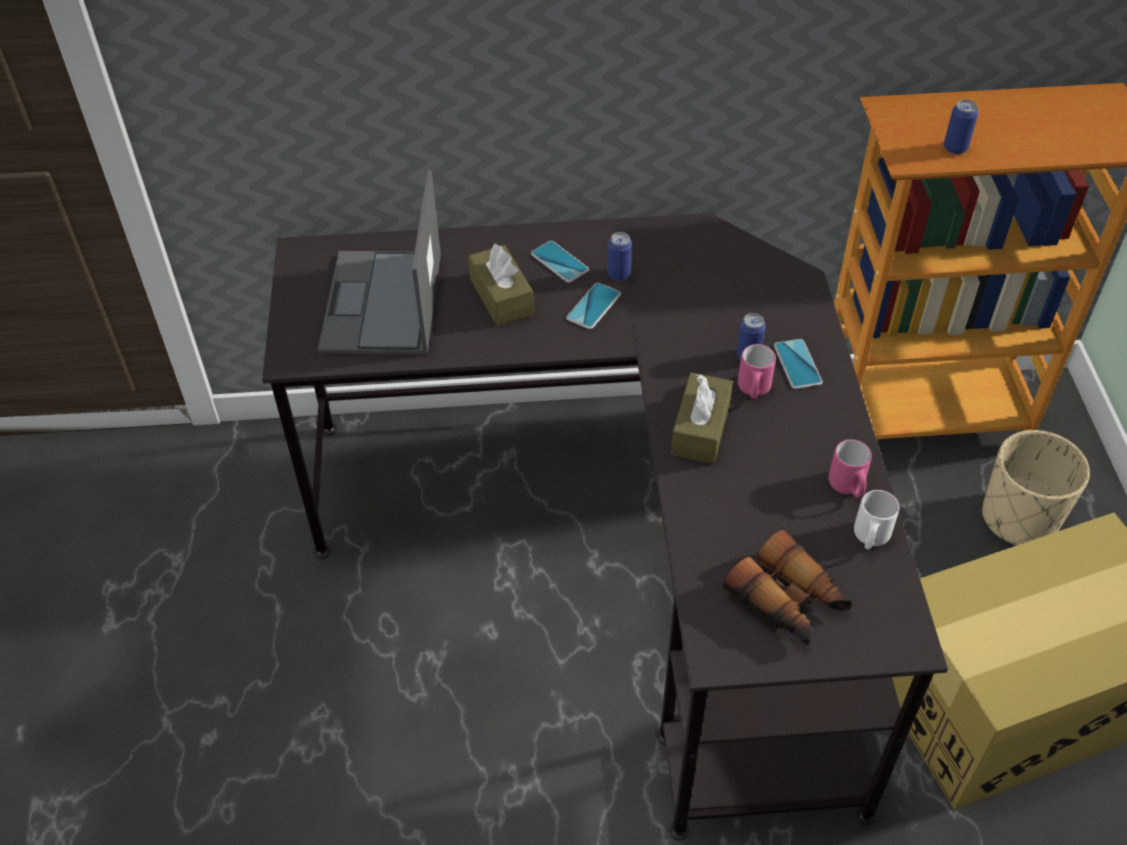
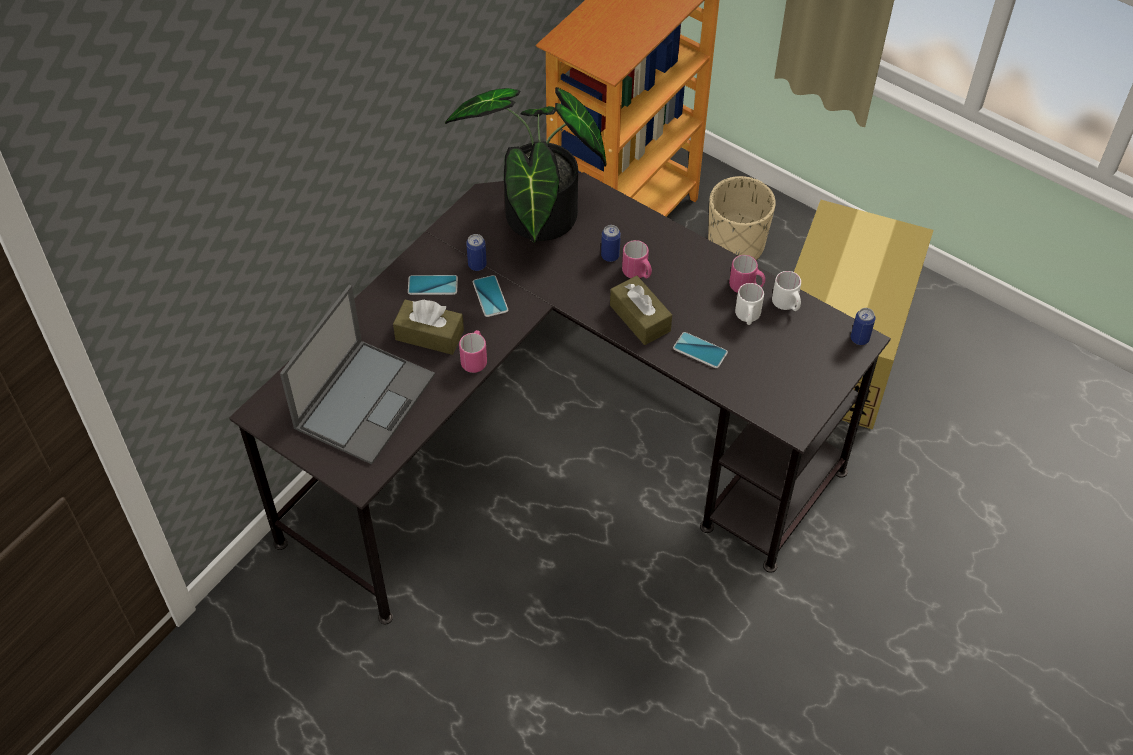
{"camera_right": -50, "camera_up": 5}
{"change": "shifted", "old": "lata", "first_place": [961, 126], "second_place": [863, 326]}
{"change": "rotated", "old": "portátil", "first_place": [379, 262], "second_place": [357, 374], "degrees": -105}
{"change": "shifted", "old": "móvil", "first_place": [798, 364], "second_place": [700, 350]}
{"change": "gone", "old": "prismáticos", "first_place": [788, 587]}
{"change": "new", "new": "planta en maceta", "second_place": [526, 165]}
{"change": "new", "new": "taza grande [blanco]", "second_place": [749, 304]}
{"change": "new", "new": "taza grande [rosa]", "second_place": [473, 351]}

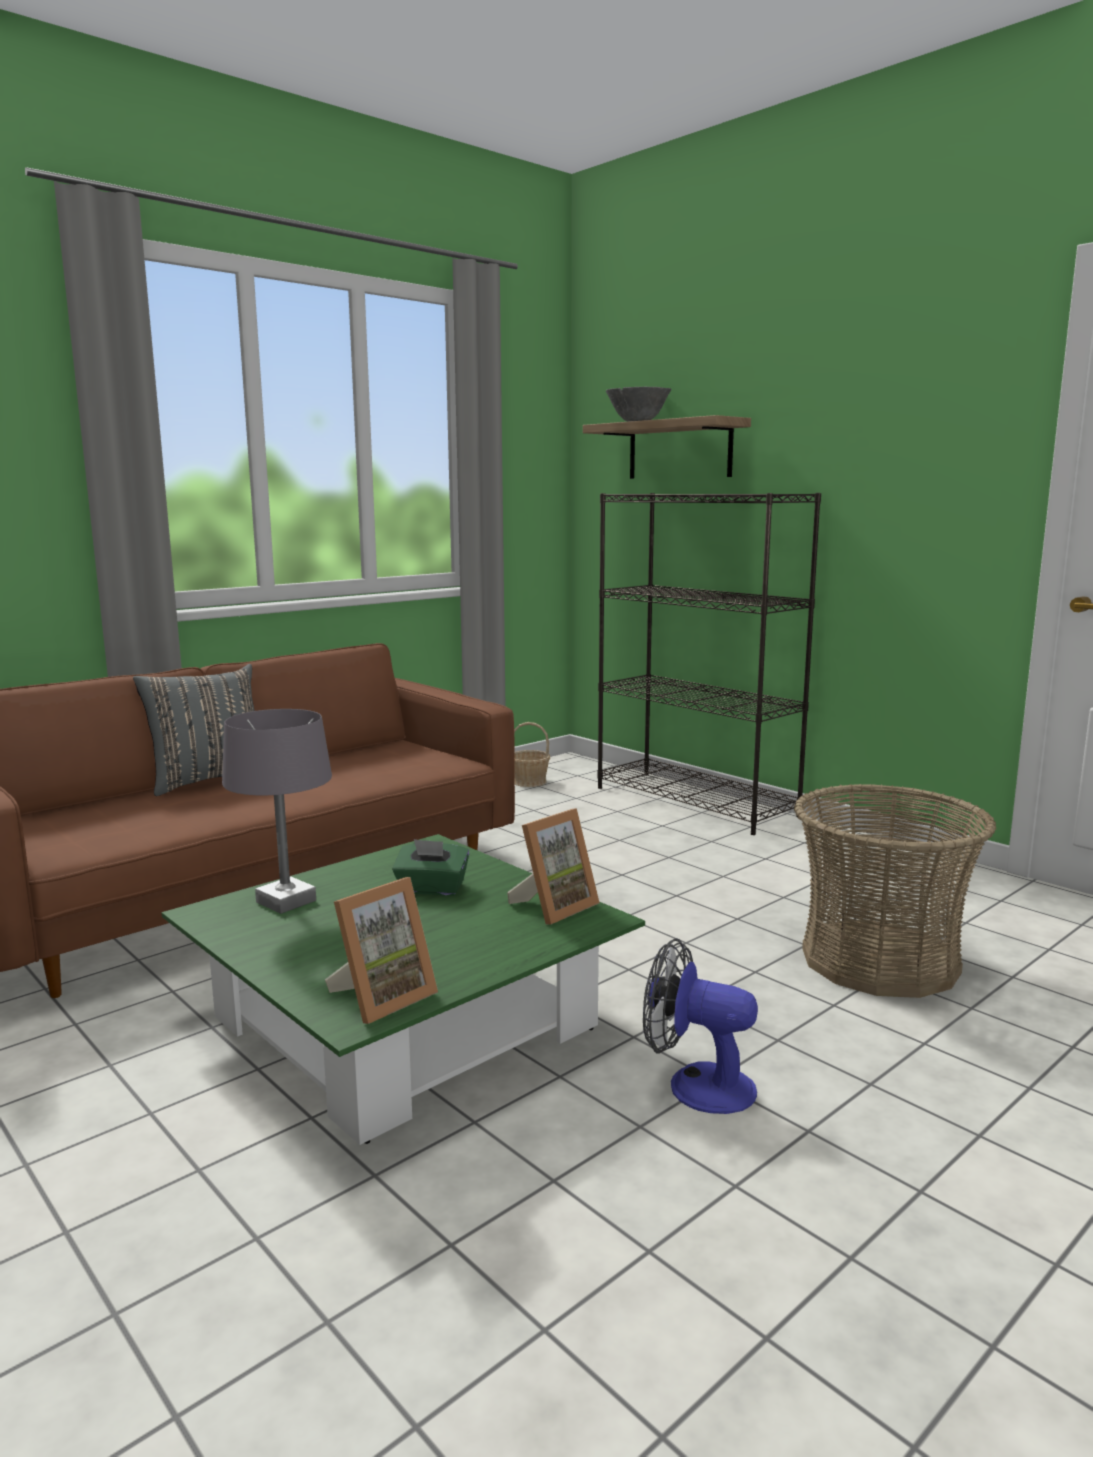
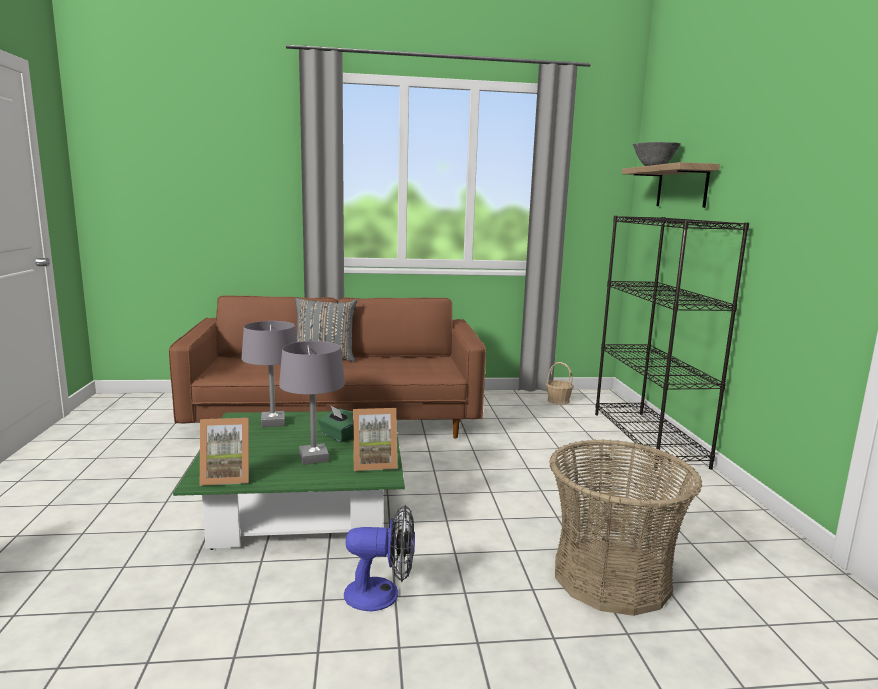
{"camera_right": 35, "camera_up": 0}
{"change": "rotated", "old": "ventilador", "first_place": [700, 1026], "second_place": [379, 558], "degrees": 120}
{"change": "new", "new": "lámpara de mesa [gris]", "second_place": [312, 403]}

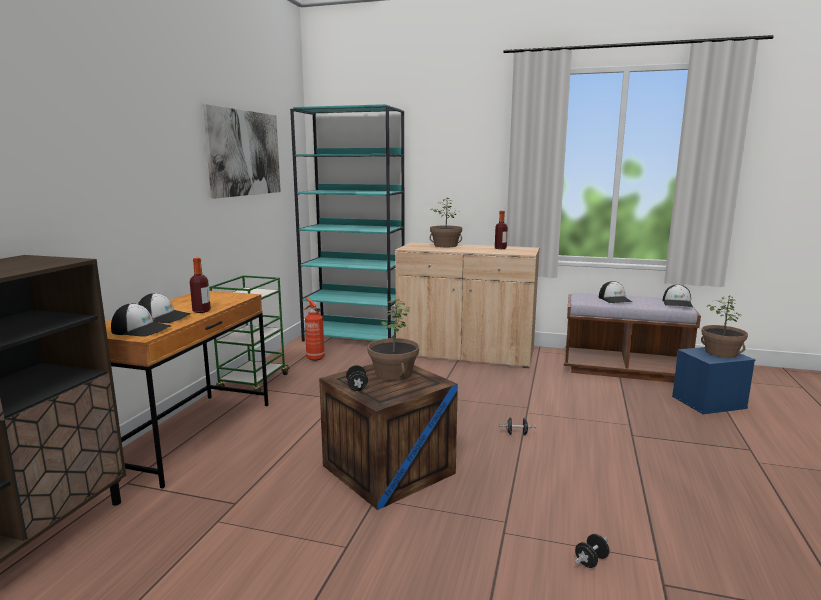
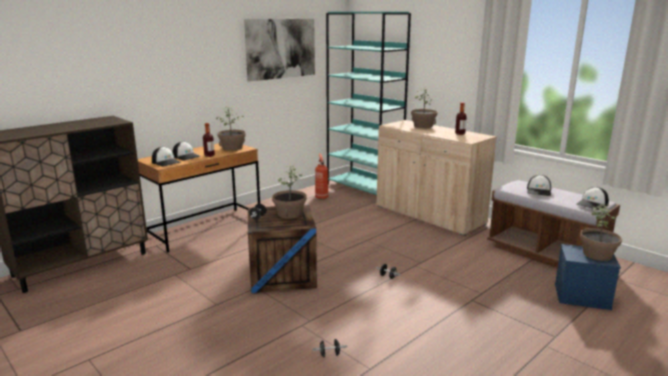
{"camera_right": 30, "camera_up": 5}
{"change": "gone", "old": "carrito [verde]", "first_place": [249, 333]}
{"change": "new", "new": "planta en maceta", "second_place": [231, 129]}

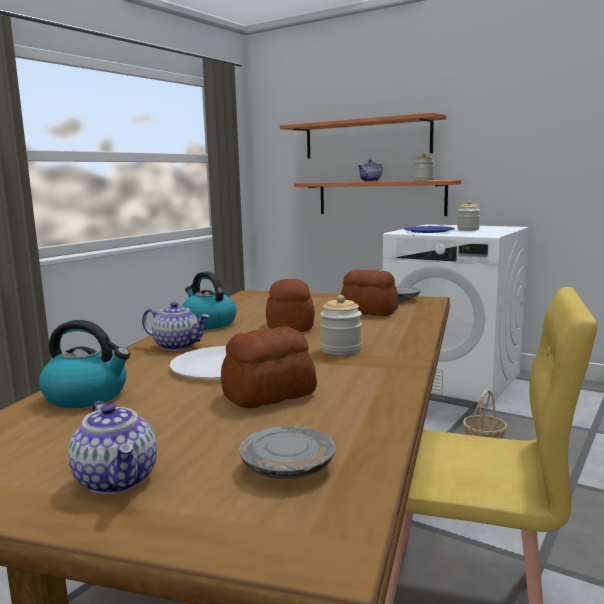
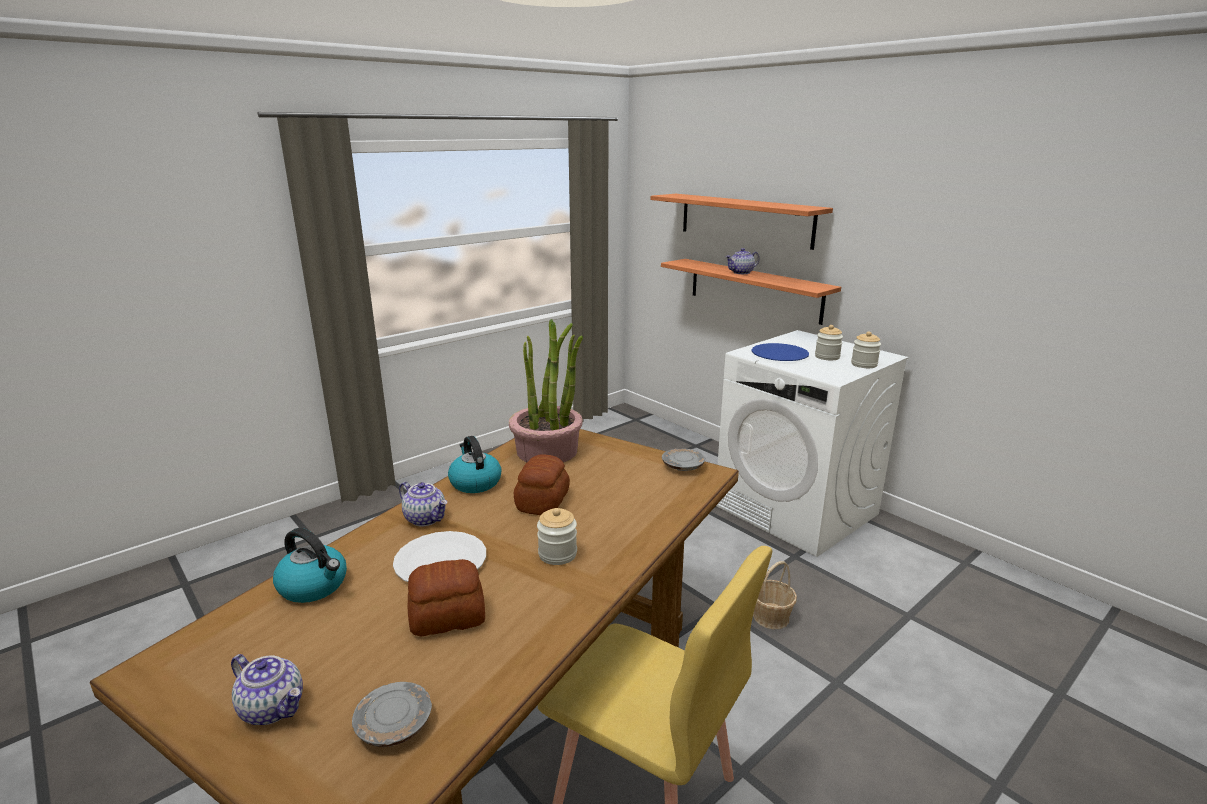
{"camera_right": 15, "camera_up": 10}
{"change": "shifted", "old": "tarro", "first_place": [424, 167], "second_place": [866, 349]}
{"change": "gone", "old": "pan", "first_place": [369, 293]}
{"change": "rotated", "old": "tetera", "first_place": [112, 447], "second_place": [267, 689], "degrees": -45}
{"change": "new", "new": "planta en maceta", "second_place": [546, 390]}

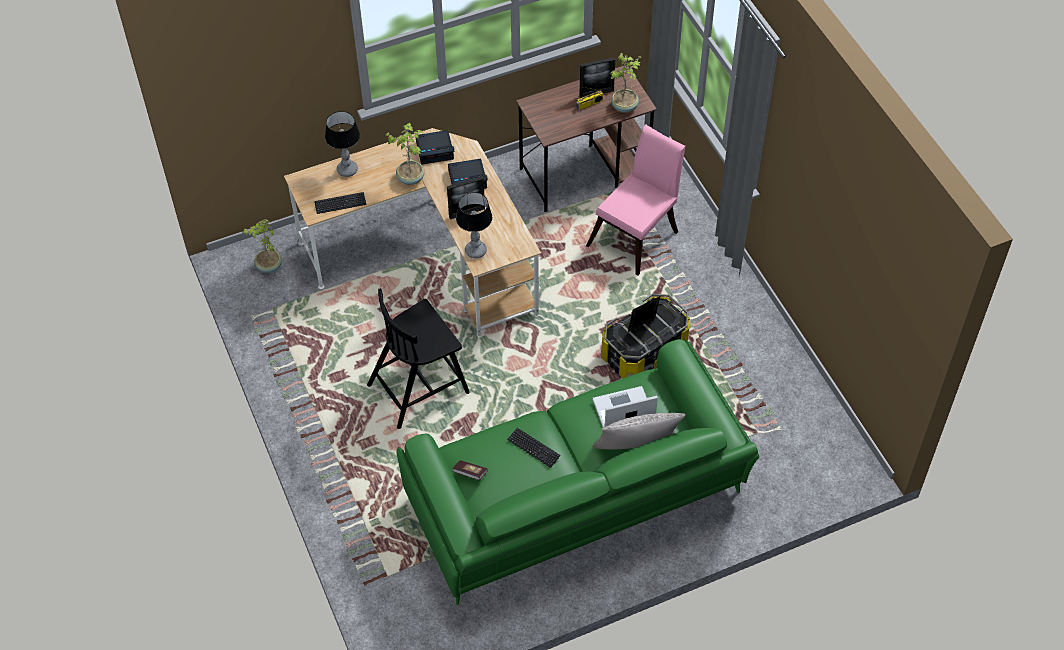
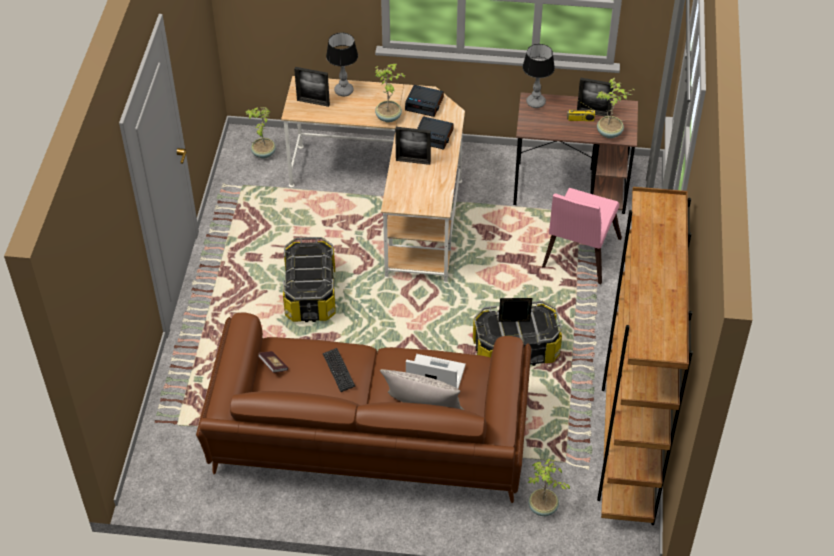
{"camera_right": 30, "camera_up": -5}
{"change": "rotated", "old": "silla [rosa]", "first_place": [635, 200], "second_place": [582, 236], "degrees": 135}
{"change": "gone", "old": "teclado", "first_place": [340, 203]}
{"change": "shifted", "old": "lámpara de mesa", "first_place": [474, 225], "second_place": [538, 76]}
{"change": "swapped", "old": "silla [negro]", "new": "caja de almacenaje", "first_place": [418, 358], "second_place": [309, 279]}
{"change": "repainted", "old": "sofá [verde]", "new": "sofá [marrón]", "first_place": [578, 472], "second_place": [363, 408]}
{"change": "new", "new": "portarretratos", "second_place": [312, 87]}
{"change": "new", "new": "estantería [marrón]", "second_place": [645, 356]}
{"change": "new", "new": "planta en maceta", "second_place": [549, 487]}

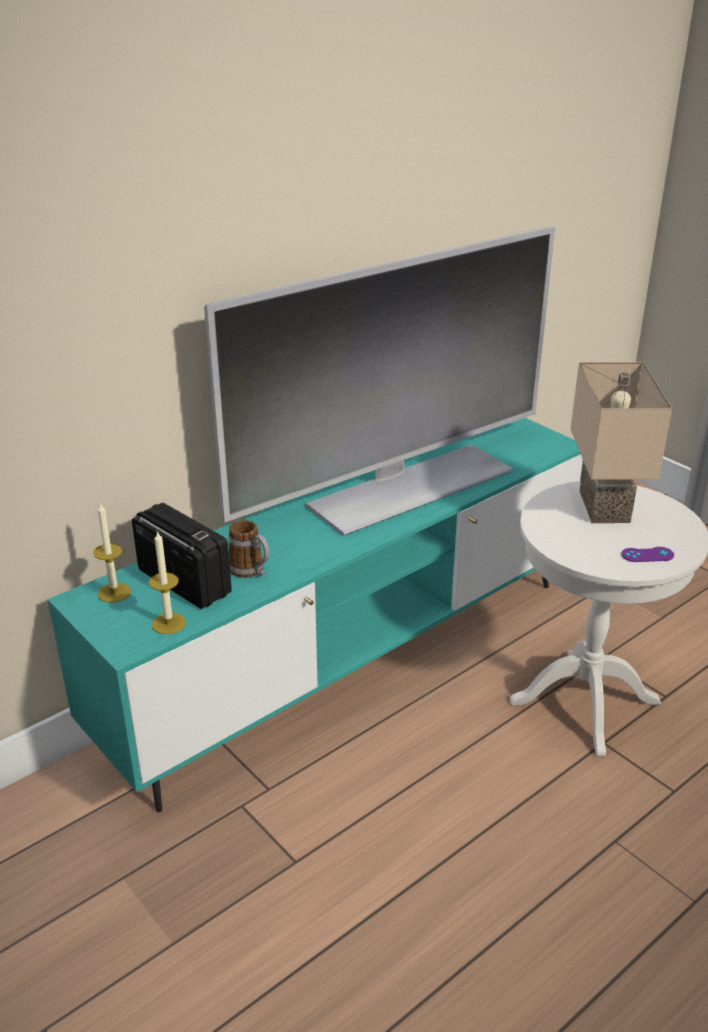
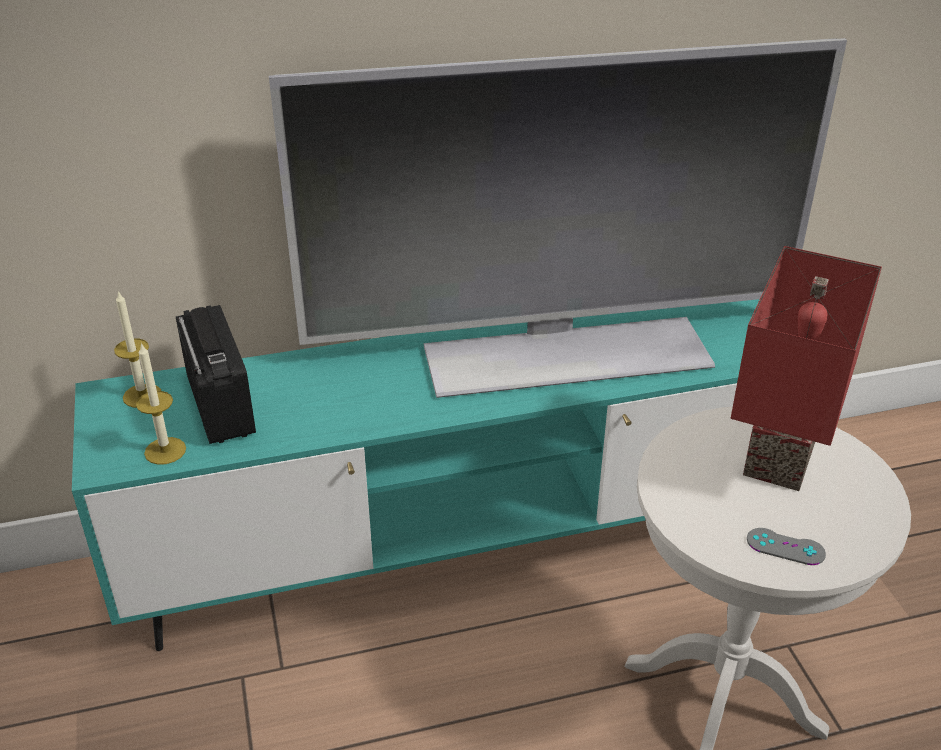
{"camera_right": 25, "camera_up": 5}
{"change": "repainted", "old": "lámpara de mesa [beis]", "new": "lámpara de mesa [rojo]", "first_place": [621, 442], "second_place": [806, 368]}
{"change": "gone", "old": "taza grande", "first_place": [249, 549]}
{"change": "repainted", "old": "mando de consola [morado]", "new": "mando de consola [gris]", "first_place": [647, 554], "second_place": [786, 546]}

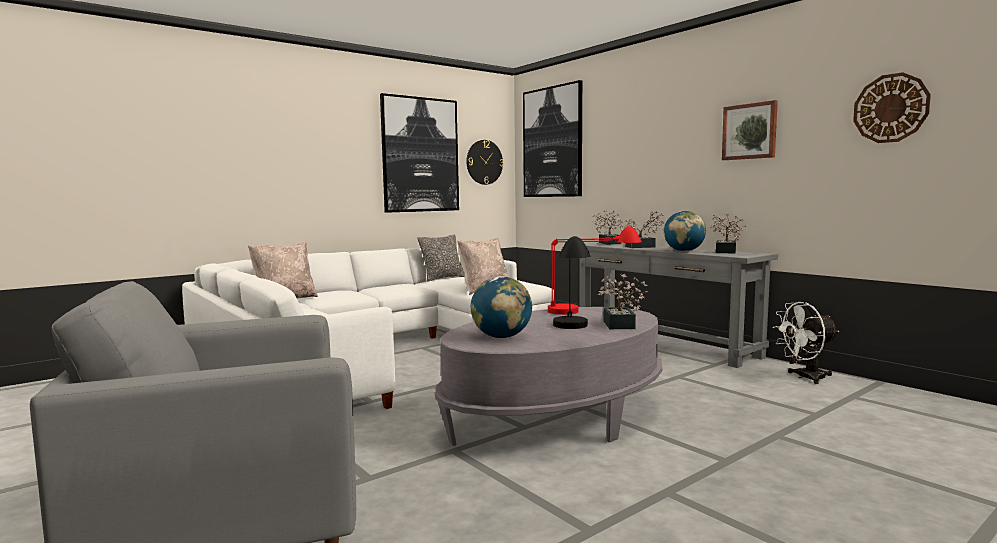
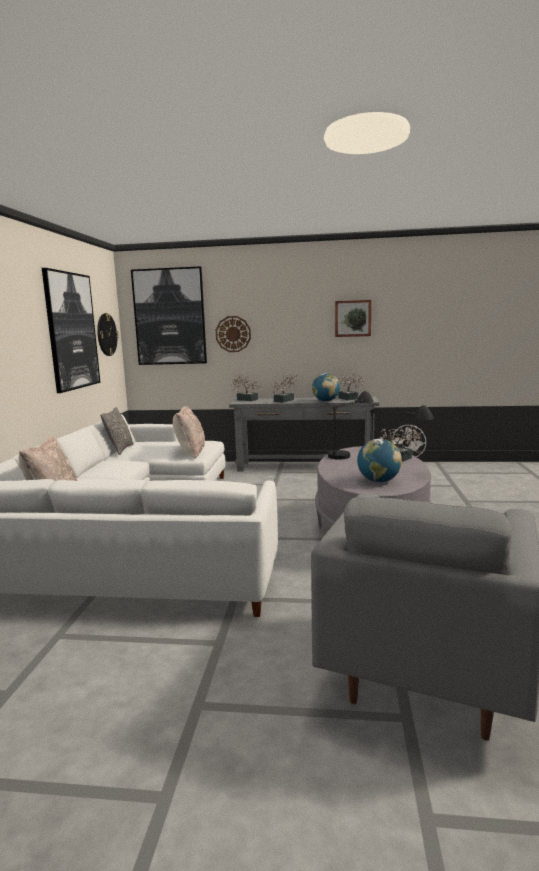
{"camera_right": -45, "camera_up": 5}
{"change": "shifted", "old": "reloj de pared", "first_place": [892, 107], "second_place": [233, 334]}
{"change": "repainted", "old": "lámpara de mesa [rojo]", "new": "lámpara de mesa [negro]", "first_place": [595, 270], "second_place": [351, 425]}

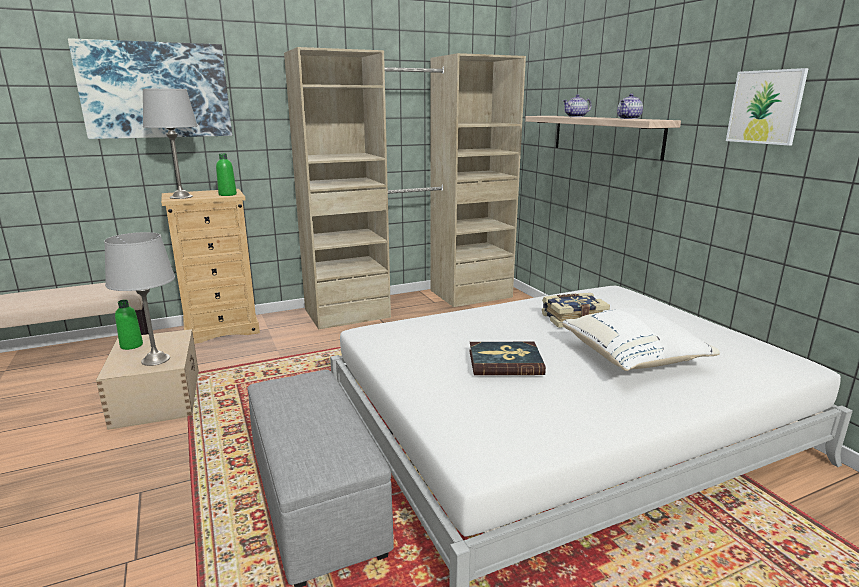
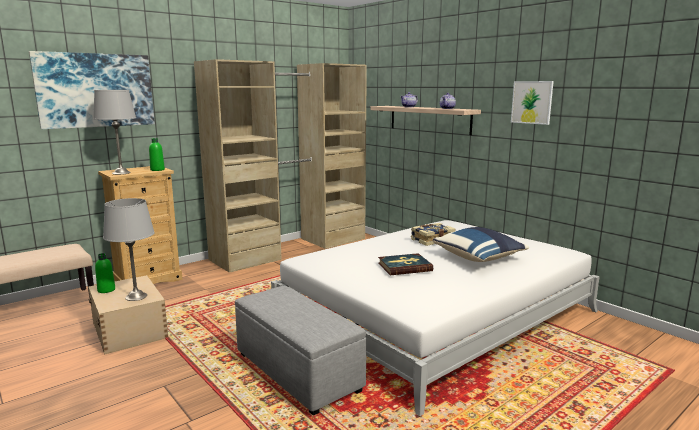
{"camera_right": -15, "camera_up": -5}
{"change": "repainted", "old": "cojín [blanco]", "new": "cojín [azul]", "first_place": [641, 339], "second_place": [481, 244]}

